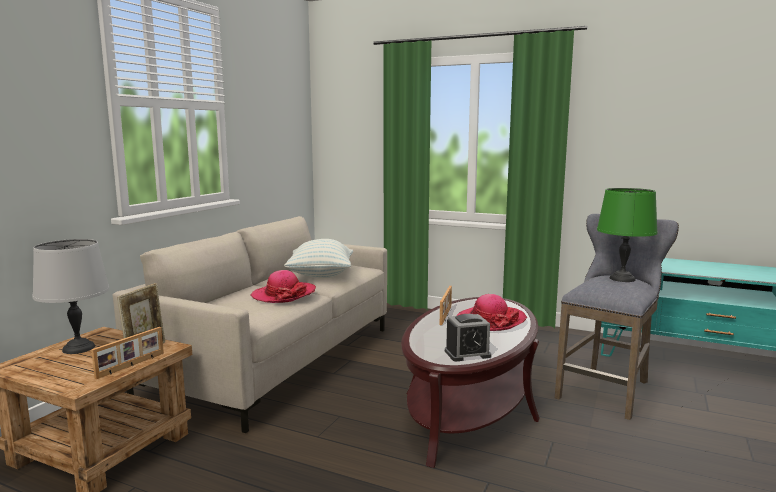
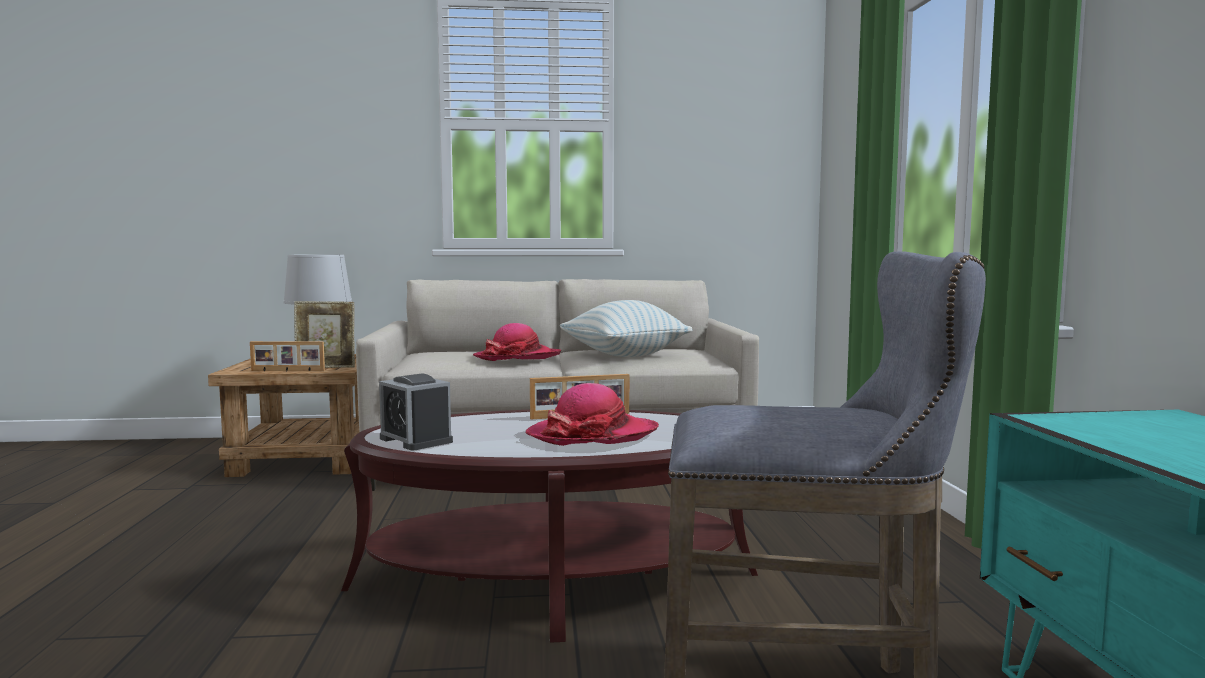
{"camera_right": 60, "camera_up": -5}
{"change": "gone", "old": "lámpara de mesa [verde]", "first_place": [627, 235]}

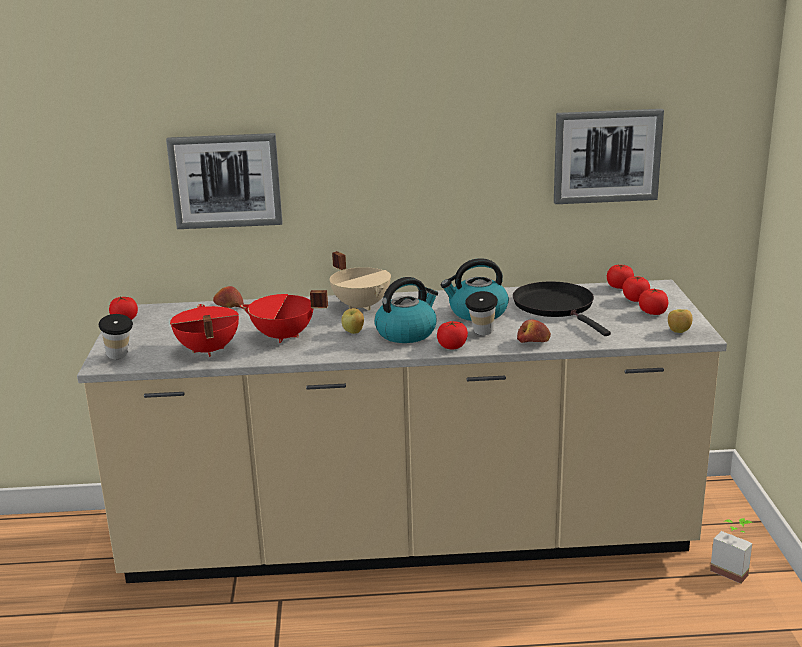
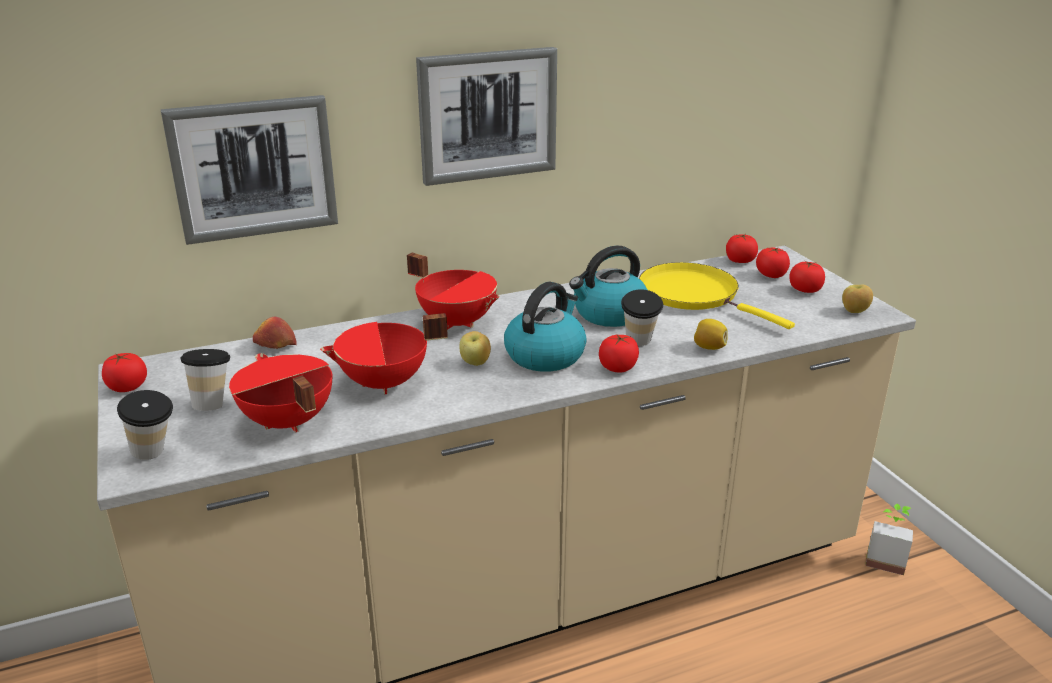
{"camera_right": -20, "camera_up": 5}
{"change": "shifted", "old": "cuadro", "first_place": [609, 156], "second_place": [486, 116]}
{"change": "repainted", "old": "olla [beis]", "new": "olla [rojo]", "first_place": [360, 280], "second_place": [453, 291]}
{"change": "repainted", "old": "sartén [negro]", "new": "sartén [amarillo]", "first_place": [562, 308], "second_place": [717, 295]}
{"change": "swapped", "old": "manzana", "new": "limón", "first_place": [534, 331], "second_place": [711, 334]}
{"change": "new", "new": "taza", "second_place": [205, 380]}

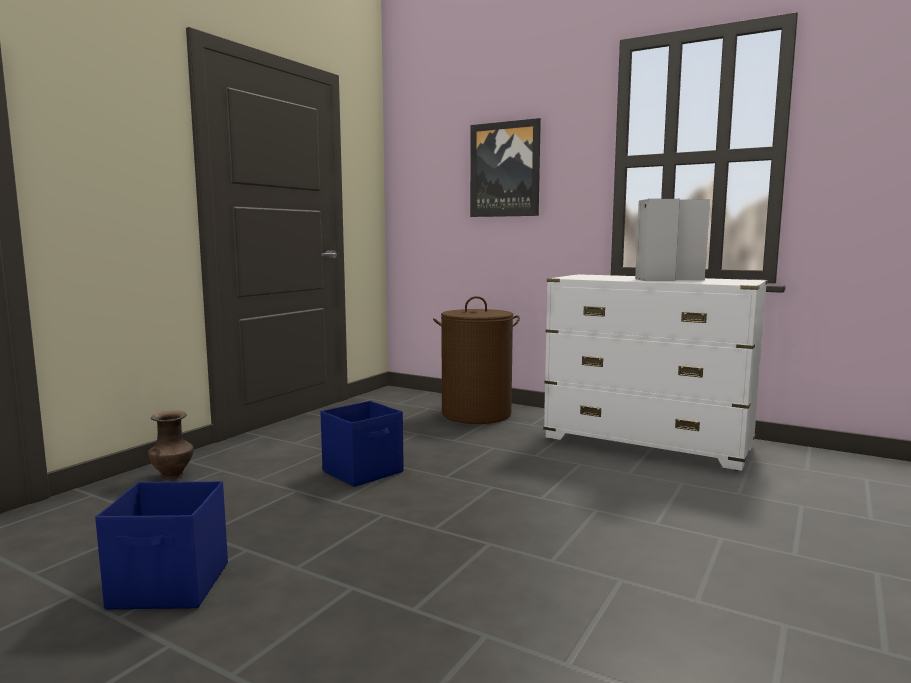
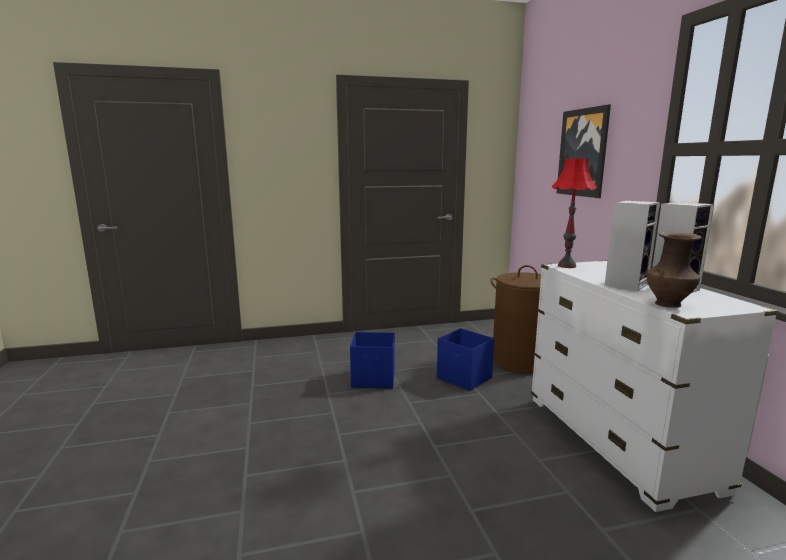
{"camera_right": 45, "camera_up": 5}
{"change": "shifted", "old": "florero [marrón]", "first_place": [171, 446], "second_place": [674, 270]}
{"change": "shifted", "old": "caja de almacenaje [azul]", "first_place": [161, 545], "second_place": [465, 359]}
{"change": "new", "new": "lámpara de mesa [rojo]", "second_place": [574, 213]}

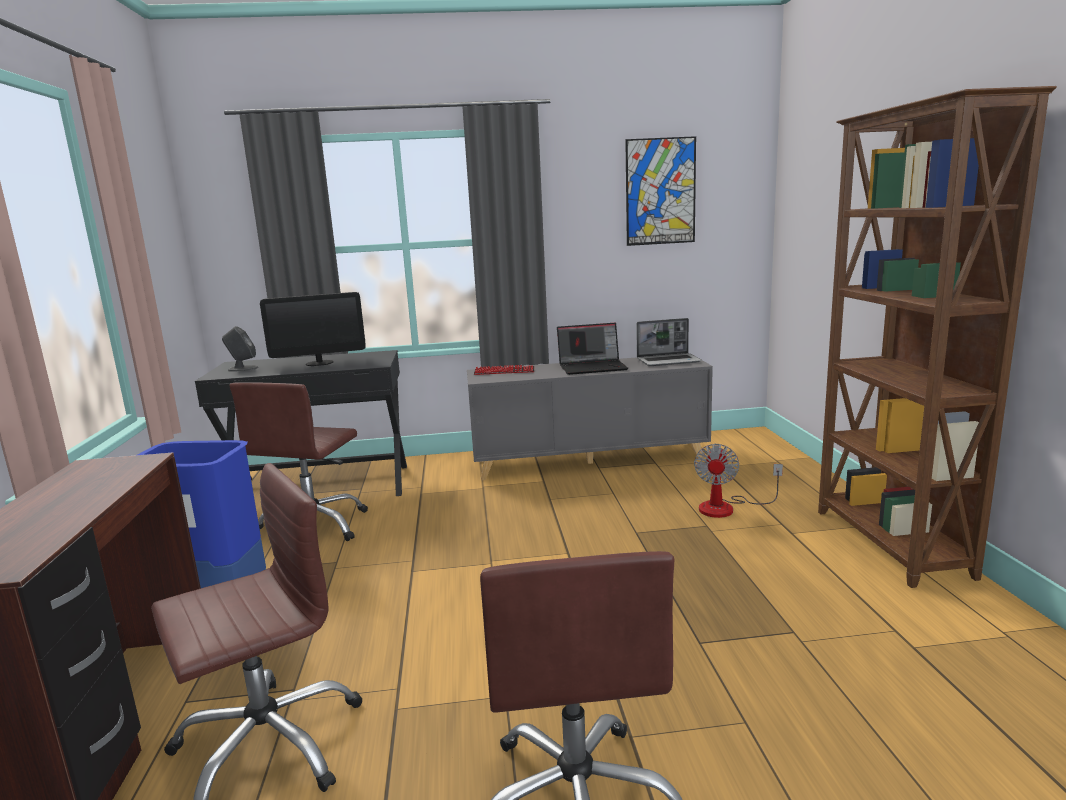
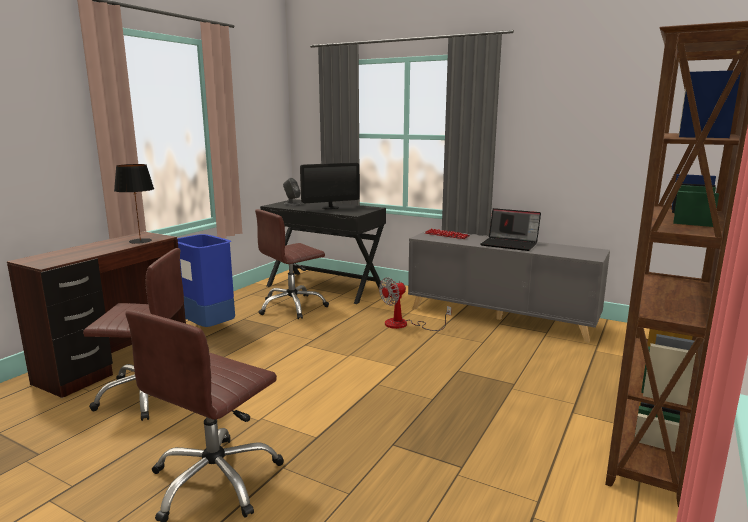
{"camera_right": 35, "camera_up": 0}
{"change": "gone", "old": "cuadro", "first_place": [660, 191]}
{"change": "rotated", "old": "monitor", "first_place": [313, 329], "second_place": [330, 186], "degrees": -45}
{"change": "gone", "old": "portátil", "first_place": [669, 342]}
{"change": "shifted", "old": "ventilador", "first_place": [738, 481], "second_place": [415, 304]}
{"change": "new", "new": "lámpara de mesa [negro]", "second_place": [134, 204]}

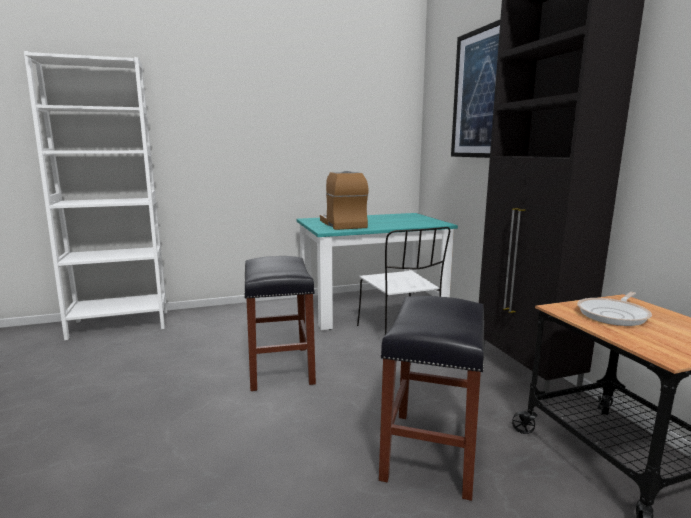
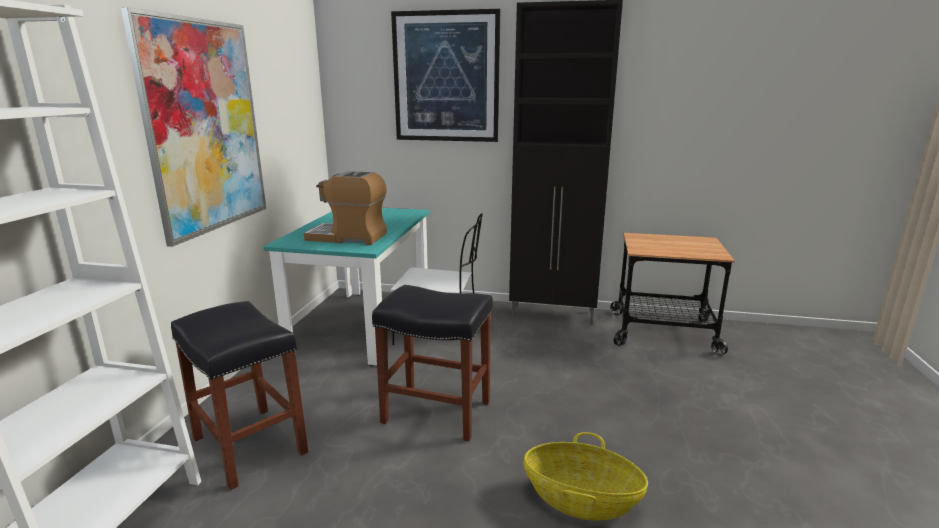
{"camera_right": -60, "camera_up": 5}
{"change": "gone", "old": "sartén", "first_place": [614, 309]}
{"change": "shifted", "old": "taburete [negro]", "first_place": [431, 398], "second_place": [239, 395]}
{"change": "new", "new": "cuadro", "second_place": [193, 127]}
{"change": "new", "new": "cesta", "second_place": [586, 476]}

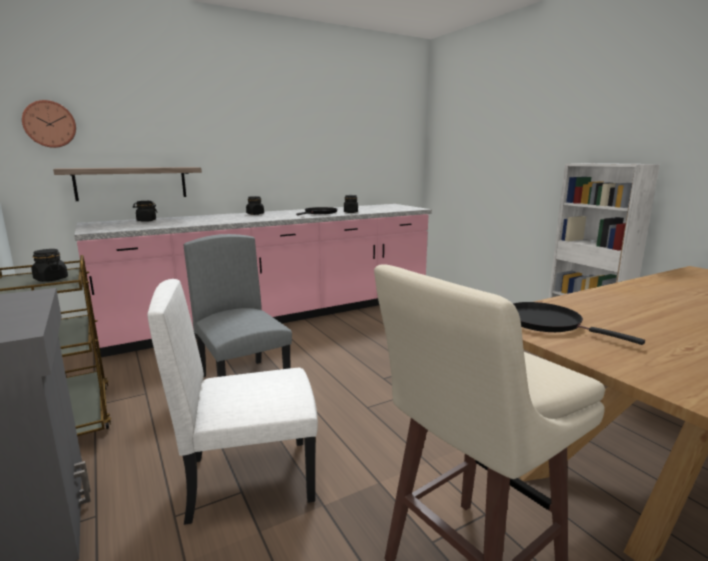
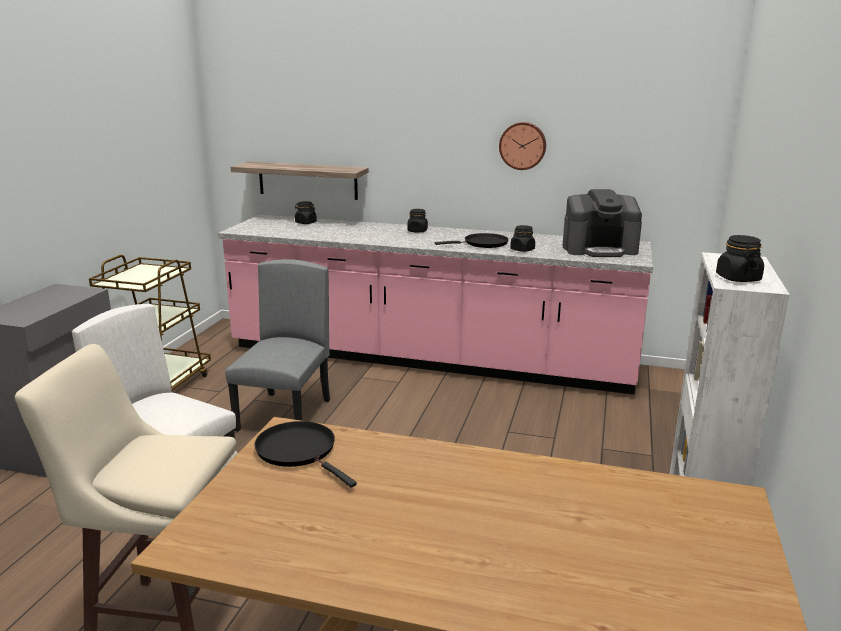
{"camera_right": 45, "camera_up": 5}
{"change": "shifted", "old": "reloj de pared", "first_place": [49, 124], "second_place": [522, 146]}
{"change": "shifted", "old": "tarro [negro]", "first_place": [49, 265], "second_place": [740, 258]}
{"change": "rotated", "old": "sartén [negro]", "first_place": [579, 323], "second_place": [305, 454], "degrees": -45}
{"change": "new", "new": "cafetera", "second_place": [602, 223]}

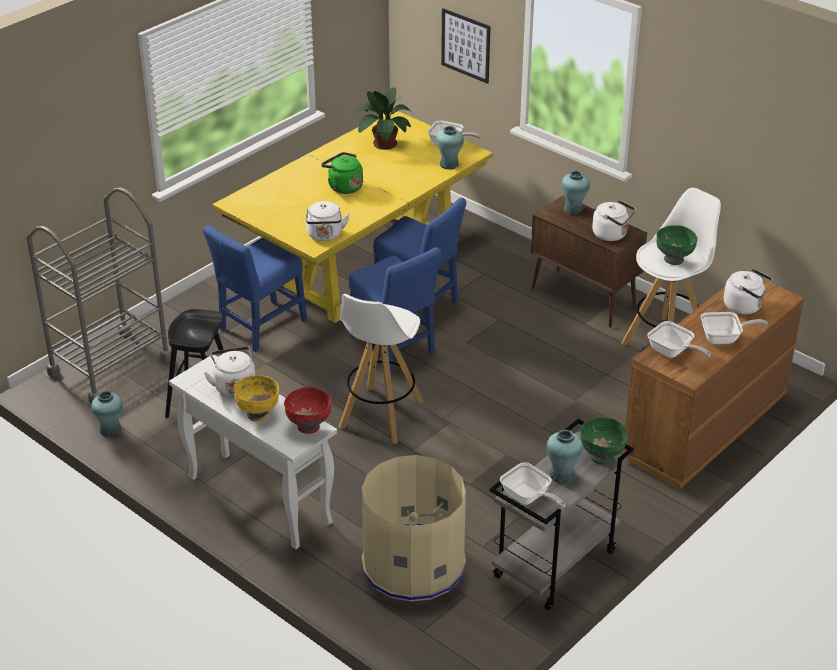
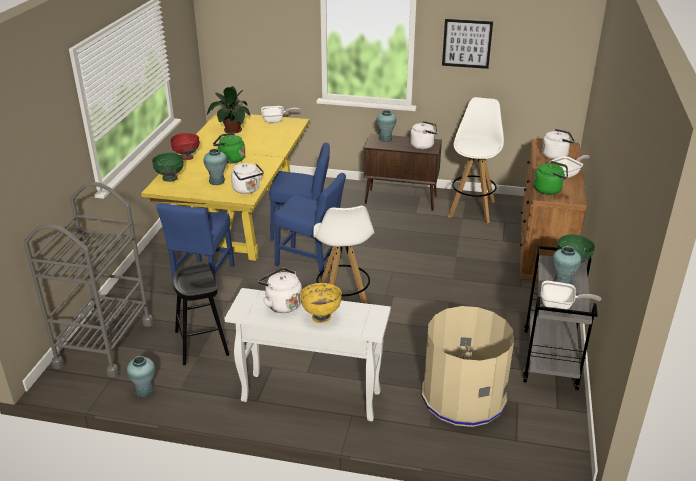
{"camera_right": -30, "camera_up": -5}
{"change": "shifted", "old": "cuadro", "first_place": [465, 46], "second_place": [467, 44]}
{"change": "shifted", "old": "florero [turquesa]", "first_place": [450, 148], "second_place": [215, 167]}
{"change": "shifted", "old": "cuenco [verde]", "first_place": [677, 245], "second_place": [168, 167]}
{"change": "swapped", "old": "sartén", "new": "hervidor [verde]", "first_place": [679, 339], "second_place": [551, 178]}
{"change": "shifted", "old": "cuenco [rojo]", "first_place": [308, 410], "second_place": [185, 146]}

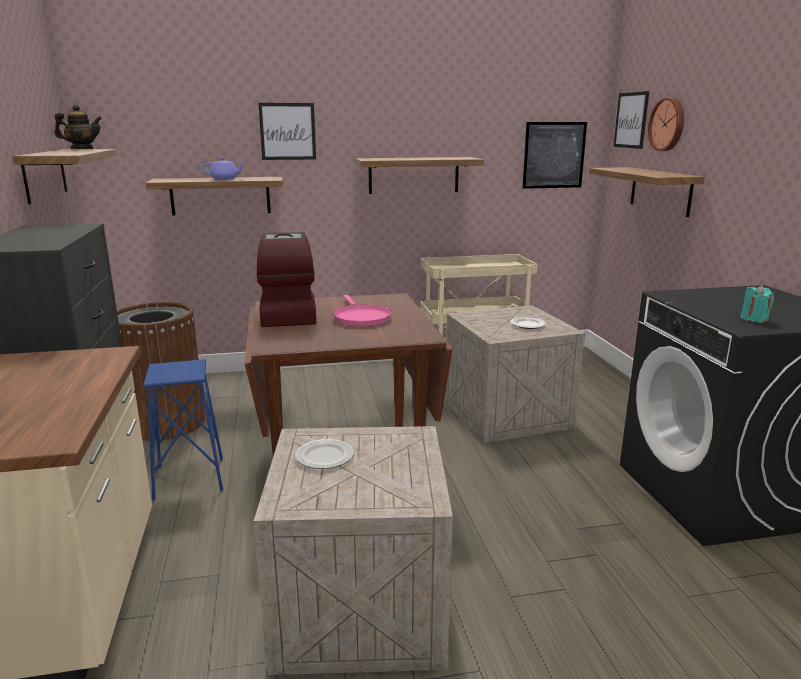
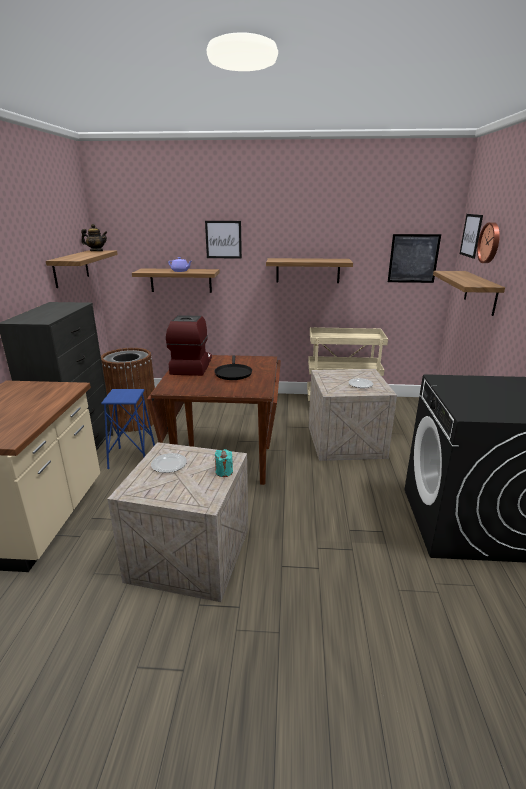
{"camera_right": 15, "camera_up": 5}
{"change": "shifted", "old": "vela [turquesa]", "first_place": [757, 304], "second_place": [224, 463]}
{"change": "repainted", "old": "sartén [rosa]", "new": "sartén [negro]", "first_place": [362, 310], "second_place": [233, 368]}

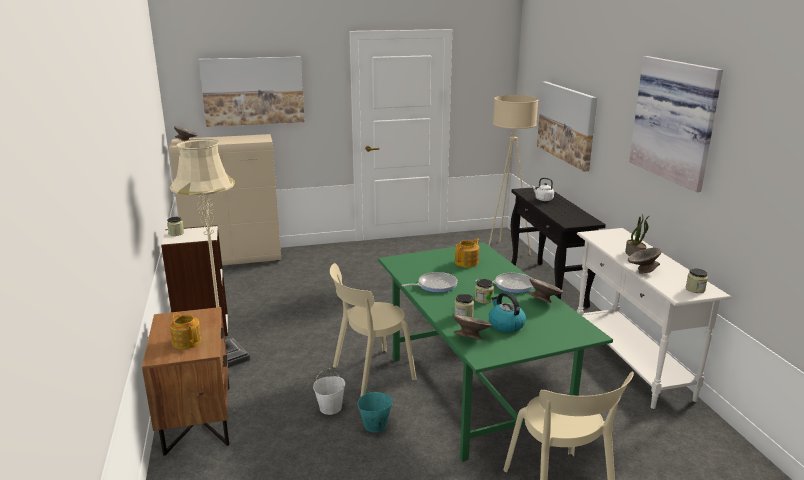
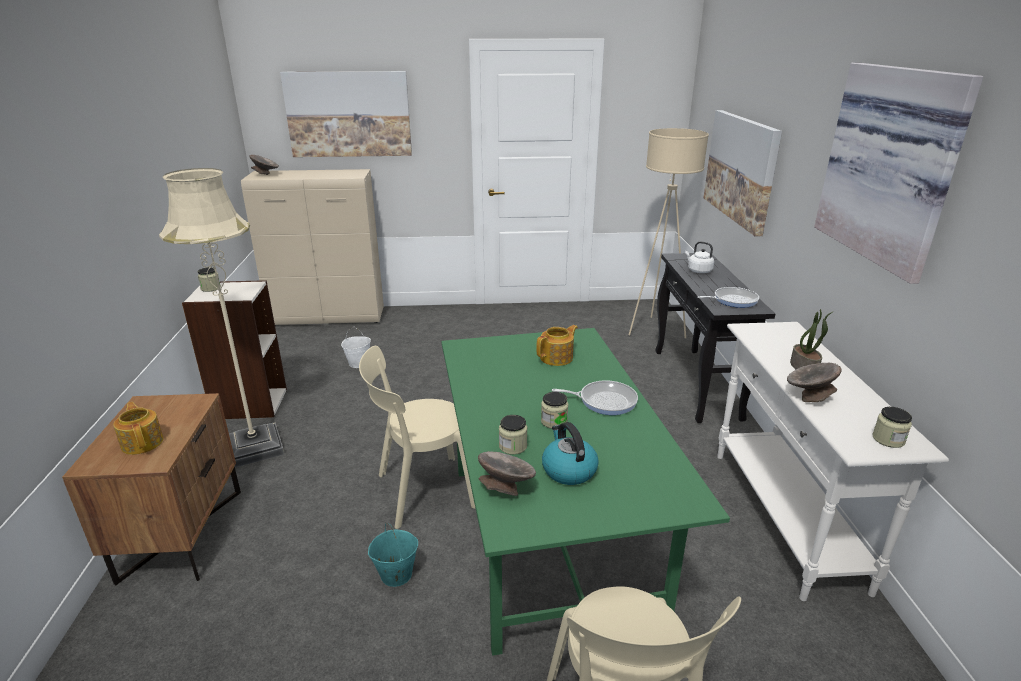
{"camera_right": 10, "camera_up": 5}
{"change": "shifted", "old": "sartén", "first_place": [429, 282], "second_place": [728, 297]}
{"change": "gone", "old": "cuenco [gris]", "first_place": [545, 290]}
{"change": "shifted", "old": "cubo [blanco]", "first_place": [329, 391], "second_place": [356, 347]}

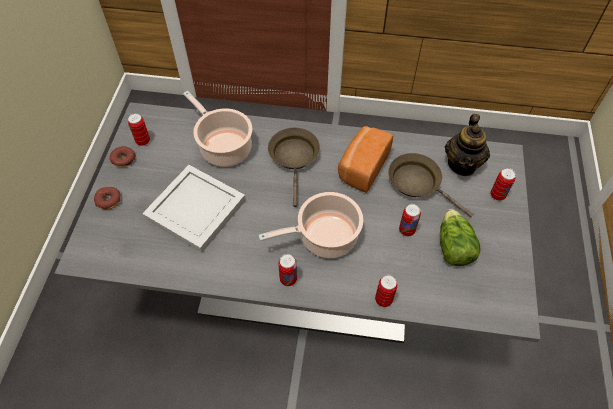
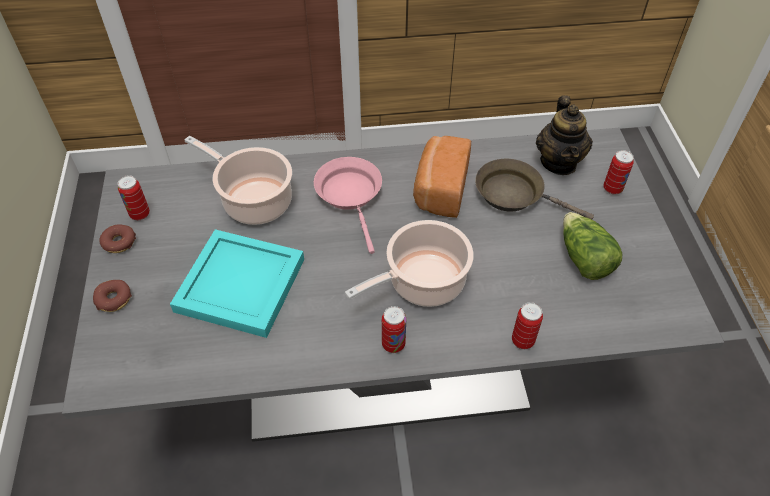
{"camera_right": -15, "camera_up": -5}
{"change": "repainted", "old": "sartén [marrón]", "new": "sartén [rosa]", "first_place": [294, 167], "second_place": [348, 205]}
{"change": "repainted", "old": "bandeja [blanco]", "new": "bandeja [turquesa]", "first_place": [194, 209], "second_place": [237, 283]}
{"change": "gone", "old": "lata", "first_place": [410, 220]}

